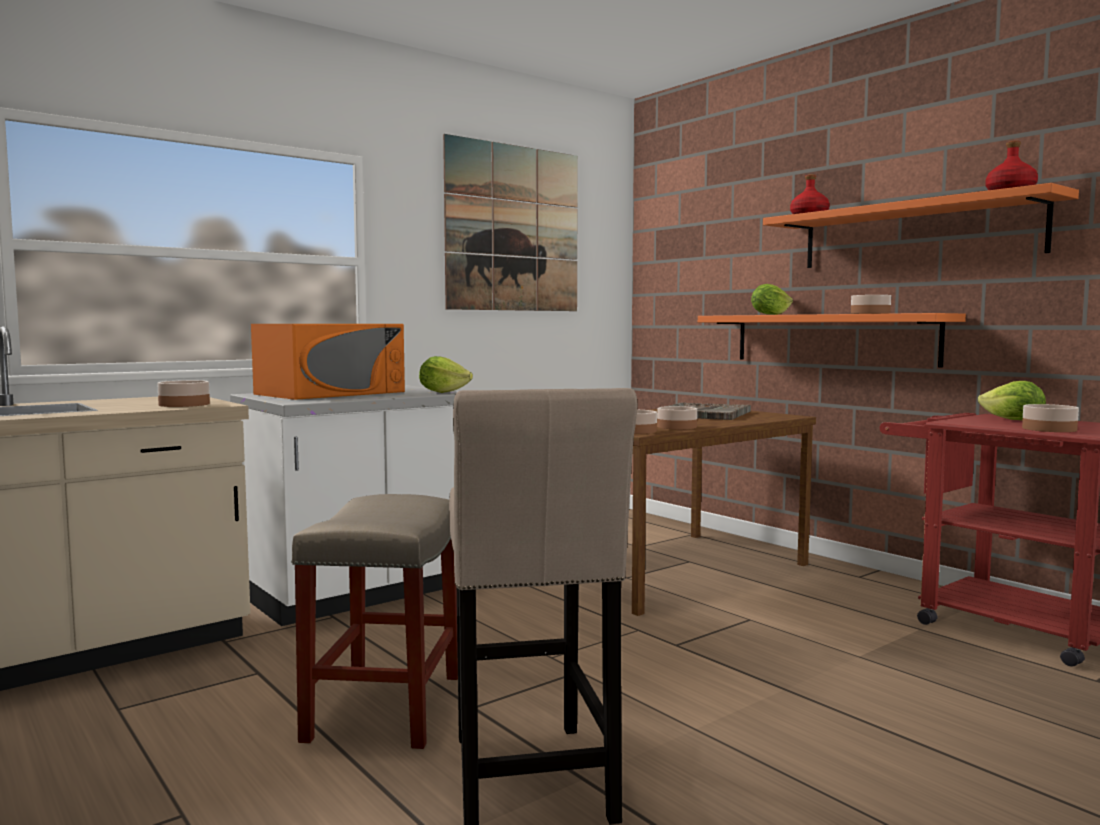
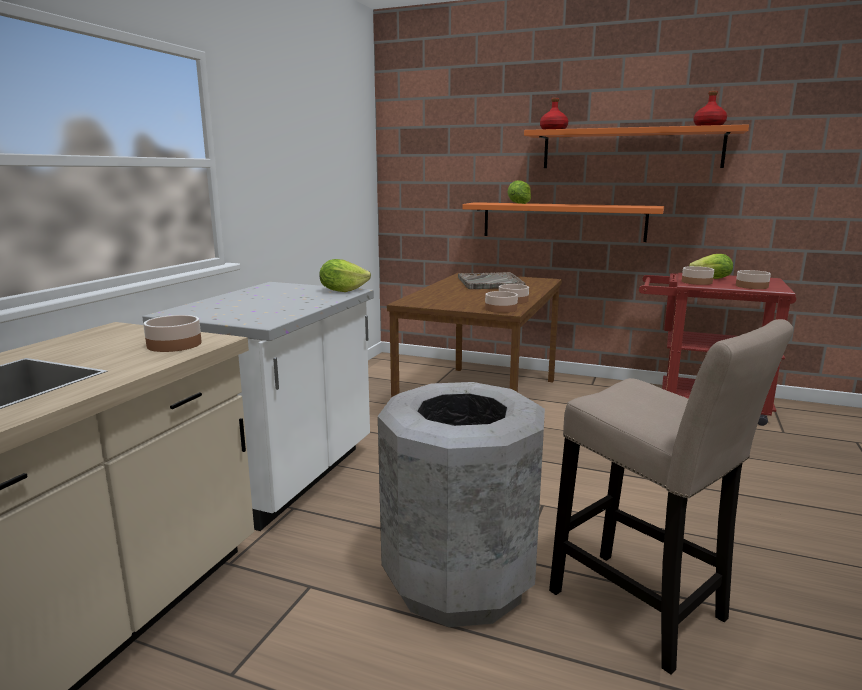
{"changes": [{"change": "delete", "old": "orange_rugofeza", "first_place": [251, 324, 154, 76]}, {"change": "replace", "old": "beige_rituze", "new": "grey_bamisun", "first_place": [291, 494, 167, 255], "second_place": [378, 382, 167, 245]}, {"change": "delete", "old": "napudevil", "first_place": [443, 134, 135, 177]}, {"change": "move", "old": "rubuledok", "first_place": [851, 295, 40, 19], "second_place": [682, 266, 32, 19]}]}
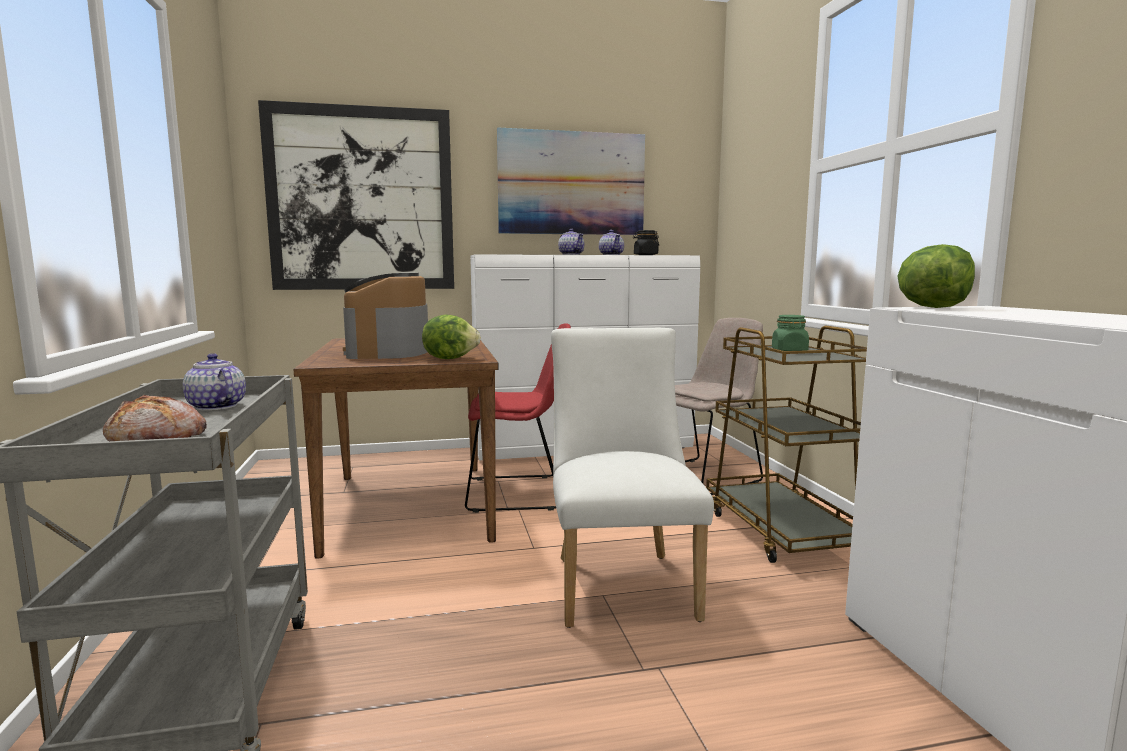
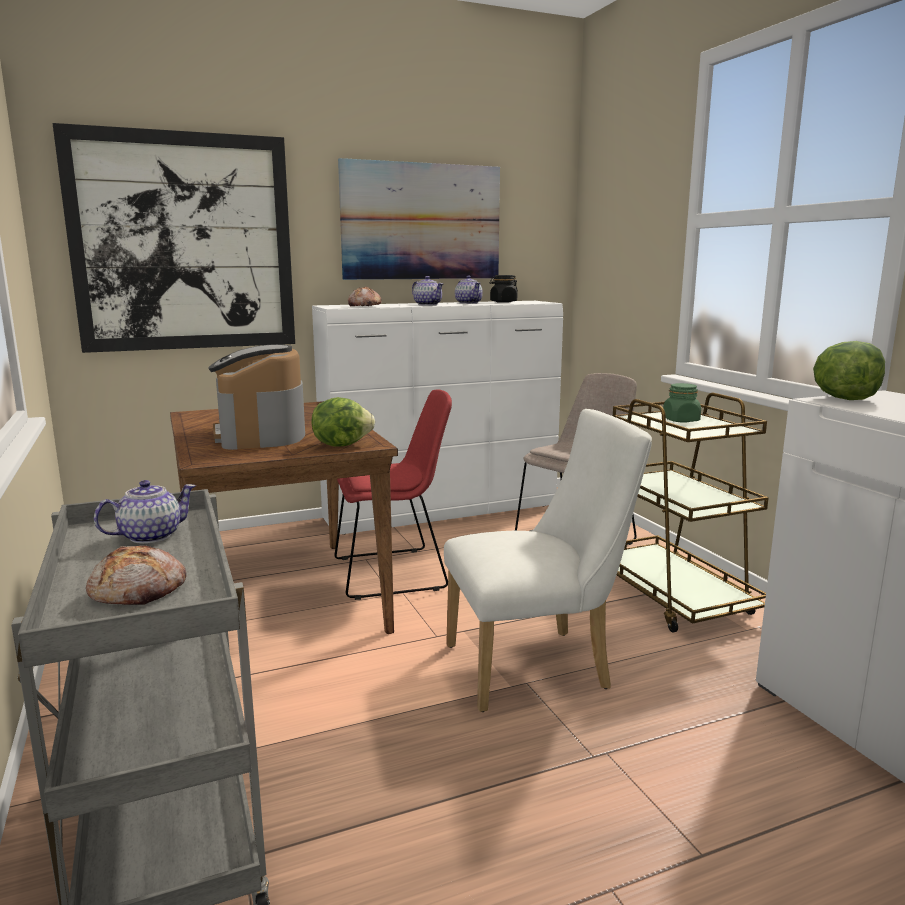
{"changes": [{"change": "rotate", "old": "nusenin", "first_place": [183, 353, 63, 58], "second_place": [94, 480, 102, 64], "degrees": 105}, {"change": "rotate", "old": "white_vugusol", "first_place": [551, 328, 163, 300], "second_place": [444, 409, 208, 303], "degrees": 90}, {"change": "insert", "new": "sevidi", "second_place": [348, 286, 34, 20]}]}
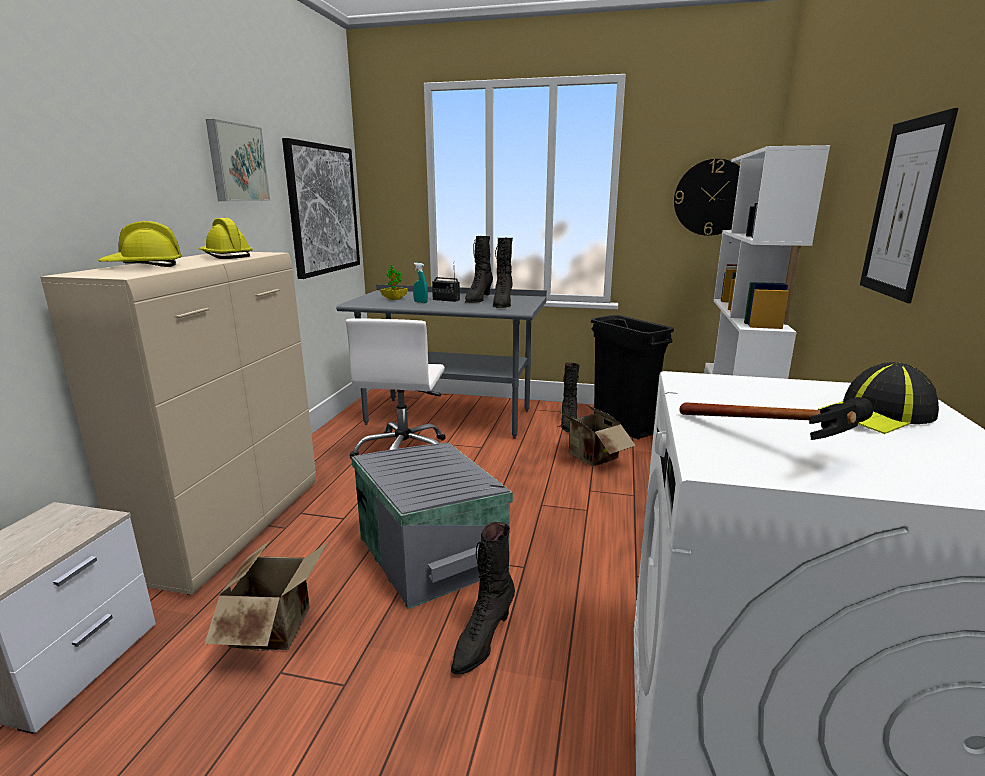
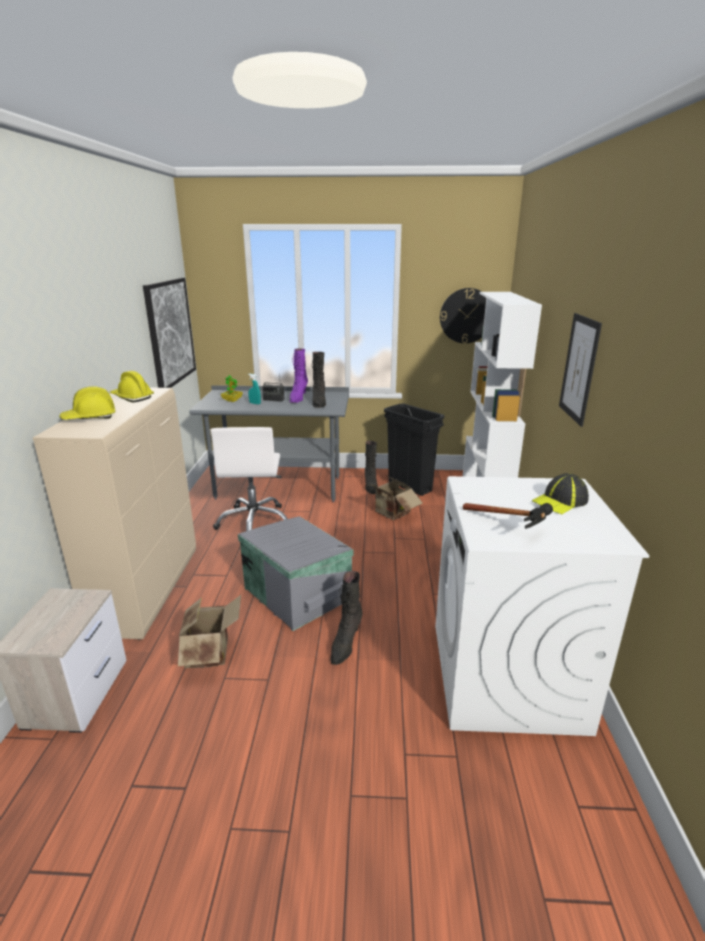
{"changes": [{"change": "delete", "old": "napudevil", "first_place": [206, 119, 64, 82]}, {"change": "recolor", "old": "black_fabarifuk", "new": "purple_fabarifuk", "first_place": [465, 236, 28, 67], "second_place": [290, 349, 18, 54]}]}
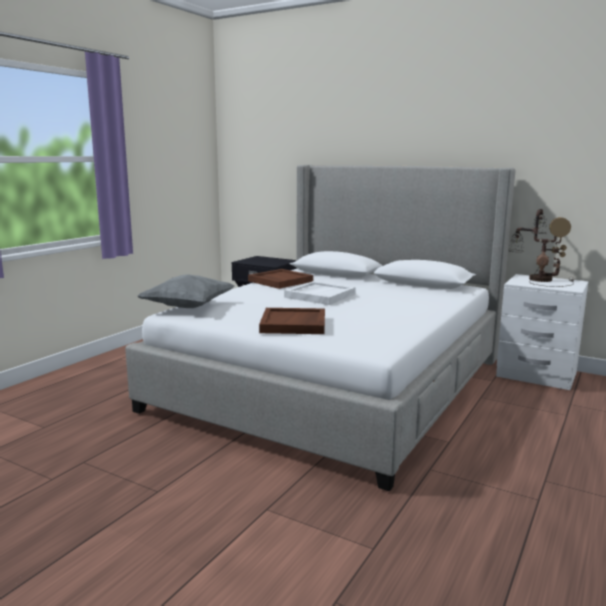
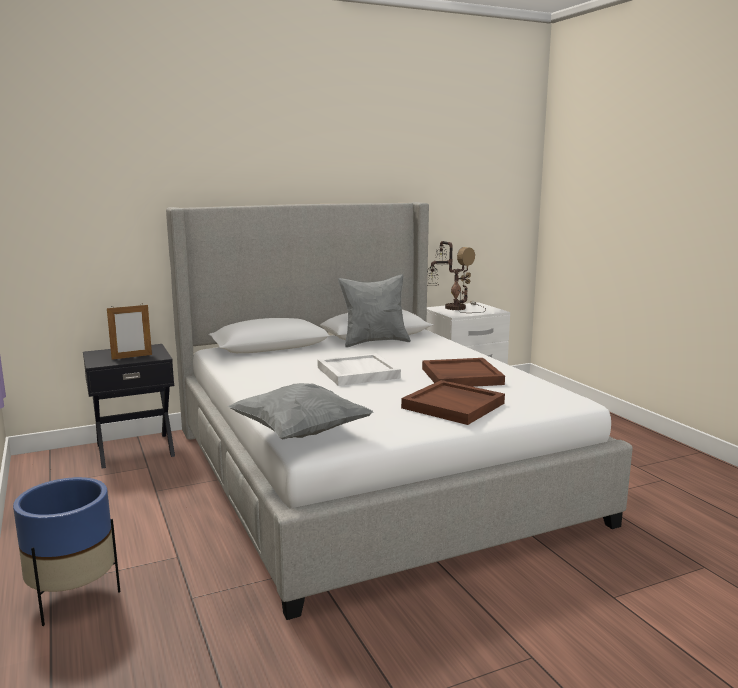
{"changes": [{"change": "move", "old": "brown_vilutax", "first_place": [248, 269, 65, 20], "second_place": [422, 358, 83, 29]}, {"change": "insert", "new": "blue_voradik", "second_place": [13, 477, 107, 149]}, {"change": "insert", "new": "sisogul", "second_place": [107, 303, 45, 57]}, {"change": "insert", "new": "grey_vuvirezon", "second_place": [338, 274, 73, 74]}]}
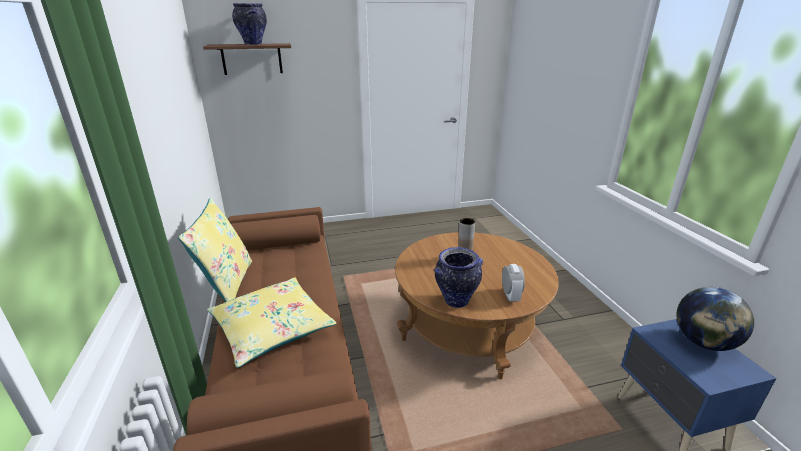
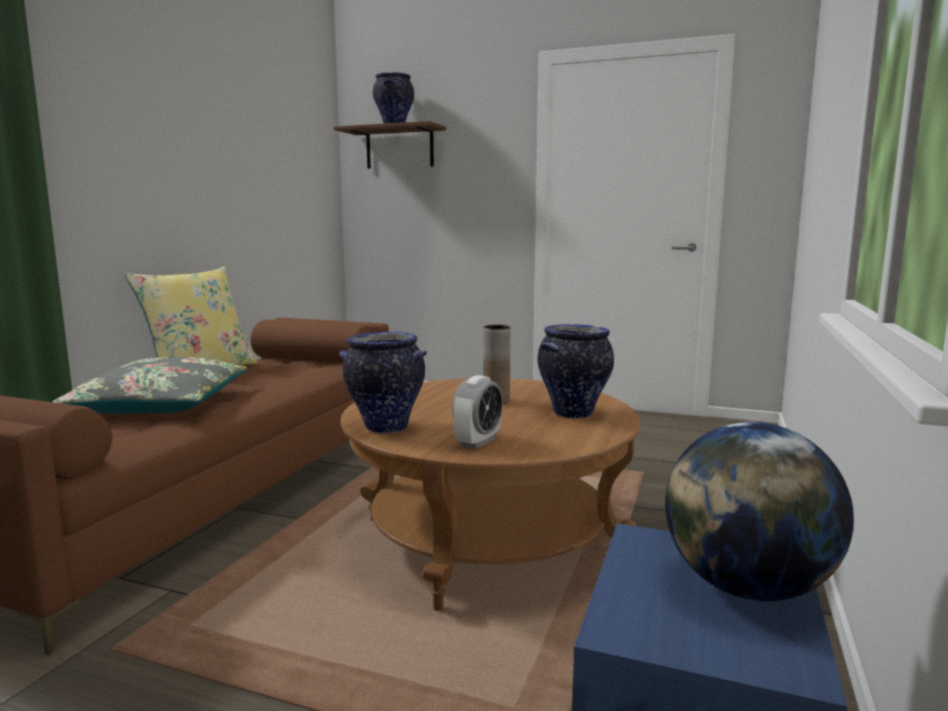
{"changes": [{"change": "recolor", "old": "yellow_vuvirezon", "new": "grey_vuvirezon", "first_place": [207, 277, 129, 91], "second_place": [53, 357, 194, 57]}, {"change": "insert", "new": "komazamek", "second_place": [538, 324, 76, 94]}]}
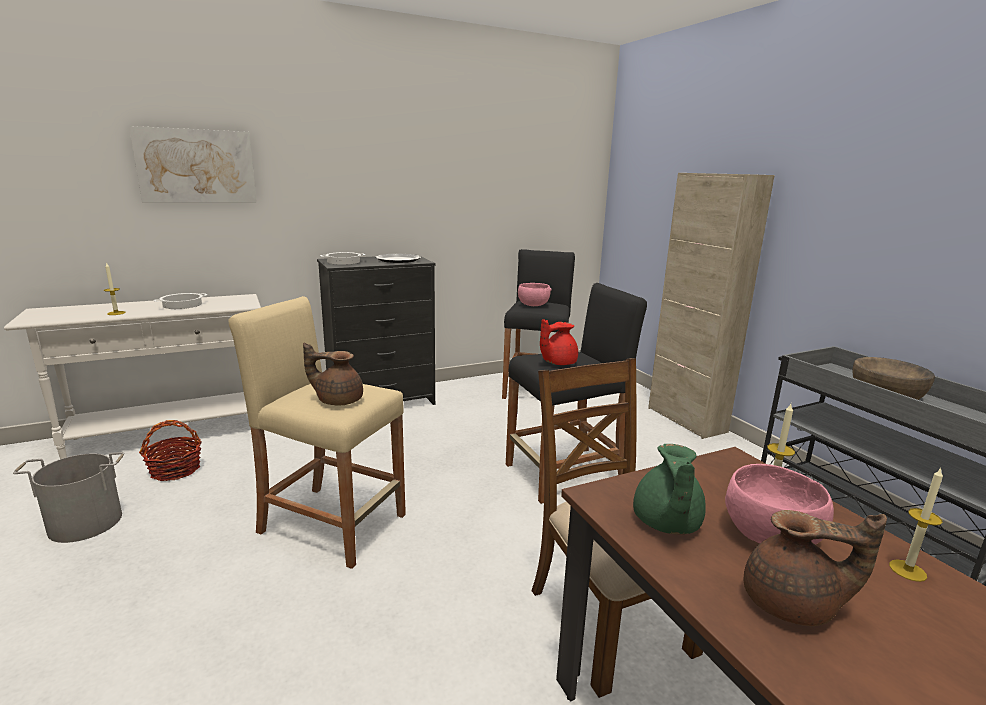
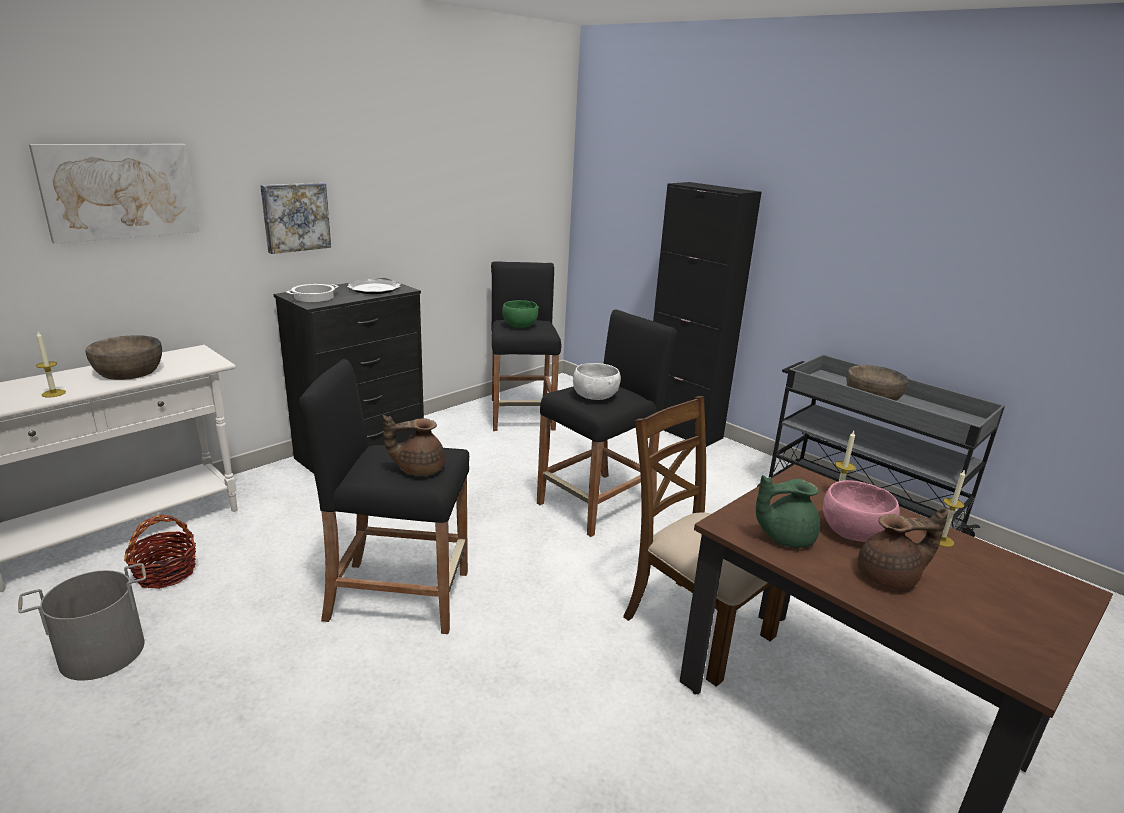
{"changes": [{"change": "replace", "old": "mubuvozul", "new": "brown_rubuledok", "first_place": [153, 293, 54, 16], "second_place": [85, 335, 77, 45]}, {"change": "recolor", "old": "beige_rituze", "new": "black_rituze", "first_place": [228, 296, 178, 273], "second_place": [299, 359, 170, 275]}, {"change": "recolor", "old": "pink_rubuledok", "new": "green_rubuledok", "first_place": [518, 283, 33, 23], "second_place": [502, 300, 37, 28]}, {"change": "replace", "old": "red_nusenin", "new": "white_rubuledok", "first_place": [540, 319, 38, 46], "second_place": [573, 363, 48, 37]}, {"change": "rotate", "old": "green_nusenin", "first_place": [633, 444, 73, 90], "second_place": [756, 475, 64, 73], "degrees": 90}, {"change": "recolor", "old": "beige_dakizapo", "new": "black_dakizapo", "first_place": [648, 173, 127, 266], "second_place": [653, 182, 109, 265]}, {"change": "insert", "new": "napudevil", "second_place": [260, 183, 71, 71]}]}
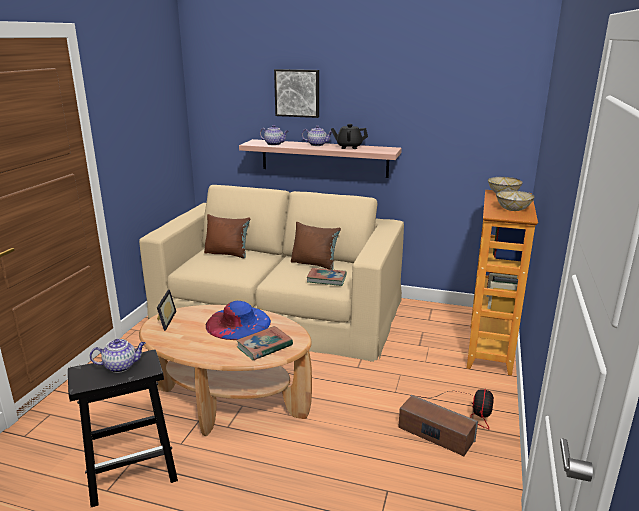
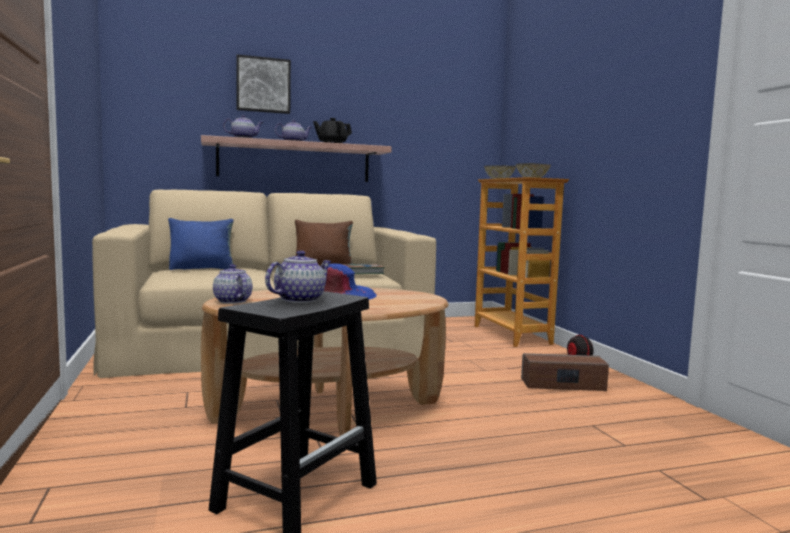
{"changes": [{"change": "replace", "old": "sisogul", "new": "nusenin", "first_place": [157, 290, 19, 41], "second_place": [213, 264, 40, 40]}, {"change": "recolor", "old": "brown_vuvirezon", "new": "blue_vuvirezon", "first_place": [204, 214, 47, 44], "second_place": [168, 218, 66, 52]}, {"change": "delete", "old": "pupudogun", "first_place": [236, 326, 57, 34]}]}
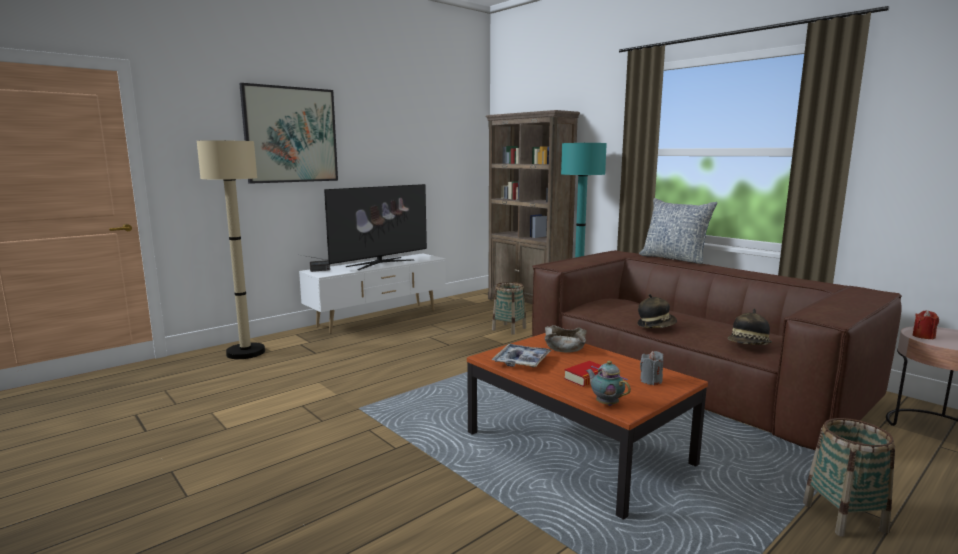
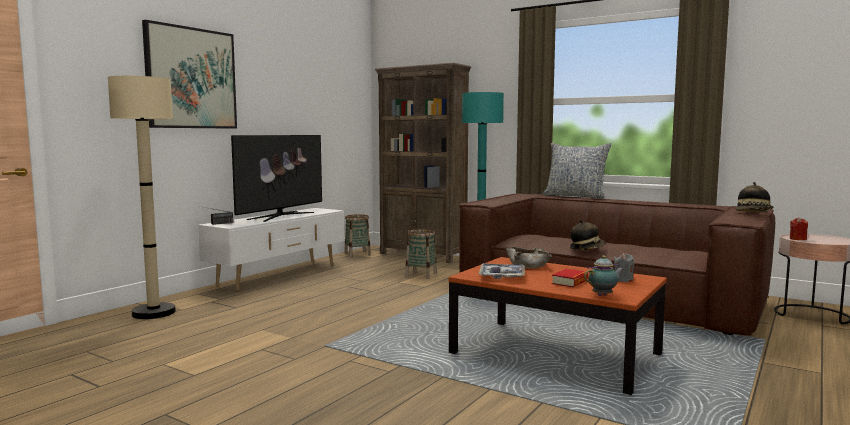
{"changes": [{"change": "rotate", "old": "nusenin", "first_place": [586, 361, 45, 45], "second_place": [584, 255, 40, 41], "degrees": 120}, {"change": "move", "old": "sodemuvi", "first_place": [728, 309, 44, 36], "second_place": [734, 182, 39, 30]}, {"change": "move", "old": "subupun", "first_place": [803, 418, 92, 119], "second_place": [344, 214, 27, 43]}]}
